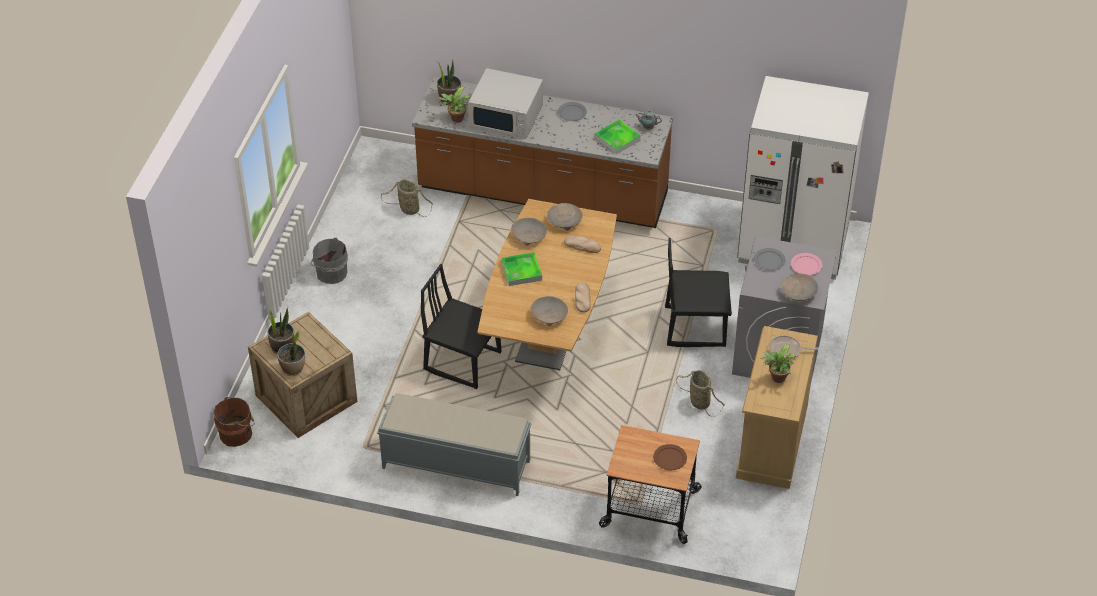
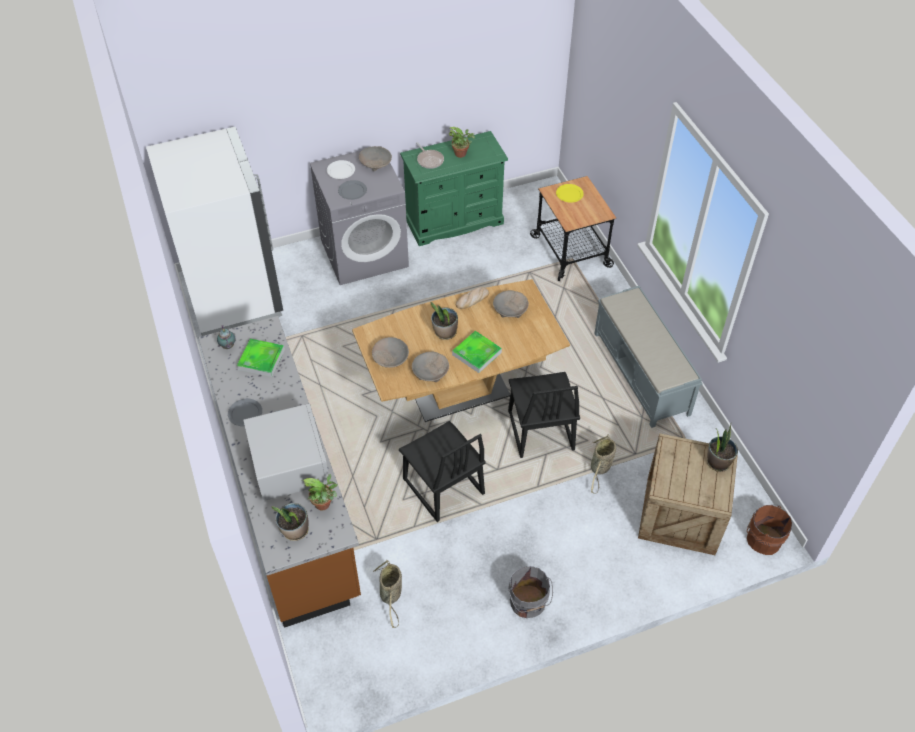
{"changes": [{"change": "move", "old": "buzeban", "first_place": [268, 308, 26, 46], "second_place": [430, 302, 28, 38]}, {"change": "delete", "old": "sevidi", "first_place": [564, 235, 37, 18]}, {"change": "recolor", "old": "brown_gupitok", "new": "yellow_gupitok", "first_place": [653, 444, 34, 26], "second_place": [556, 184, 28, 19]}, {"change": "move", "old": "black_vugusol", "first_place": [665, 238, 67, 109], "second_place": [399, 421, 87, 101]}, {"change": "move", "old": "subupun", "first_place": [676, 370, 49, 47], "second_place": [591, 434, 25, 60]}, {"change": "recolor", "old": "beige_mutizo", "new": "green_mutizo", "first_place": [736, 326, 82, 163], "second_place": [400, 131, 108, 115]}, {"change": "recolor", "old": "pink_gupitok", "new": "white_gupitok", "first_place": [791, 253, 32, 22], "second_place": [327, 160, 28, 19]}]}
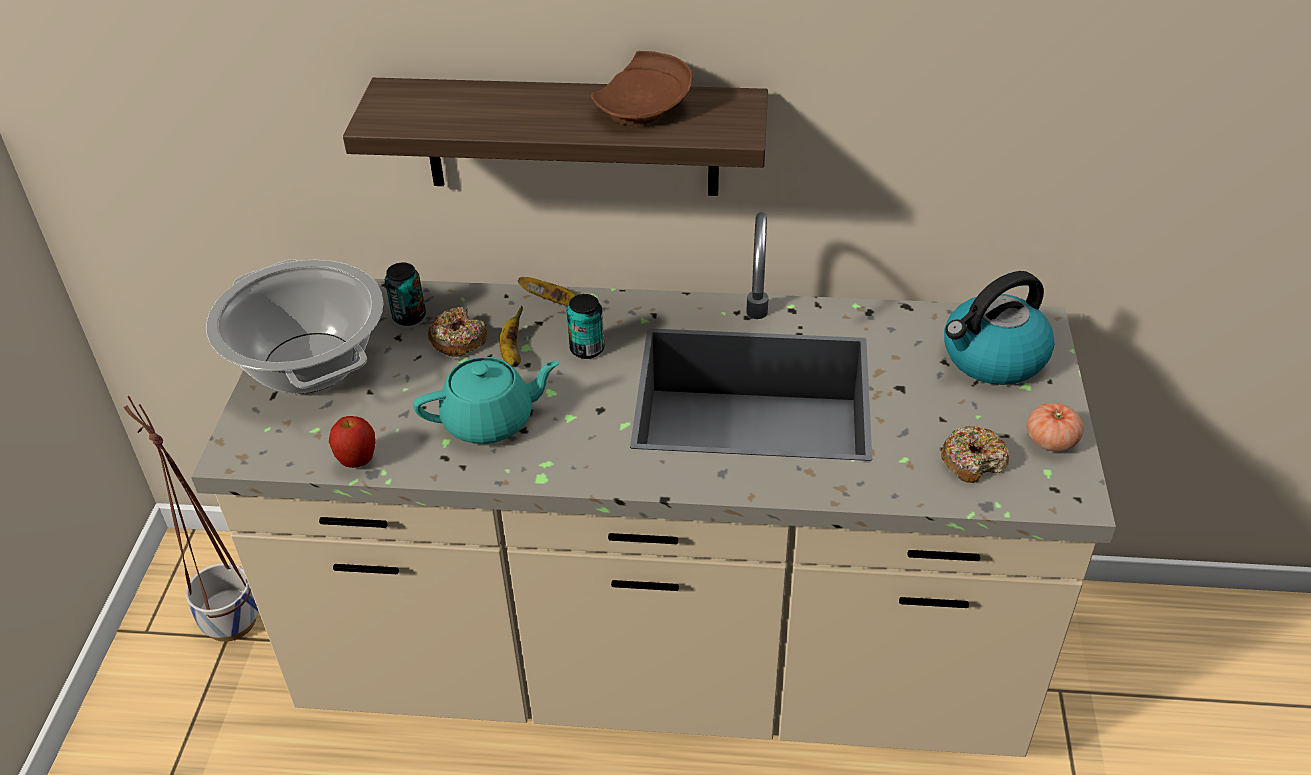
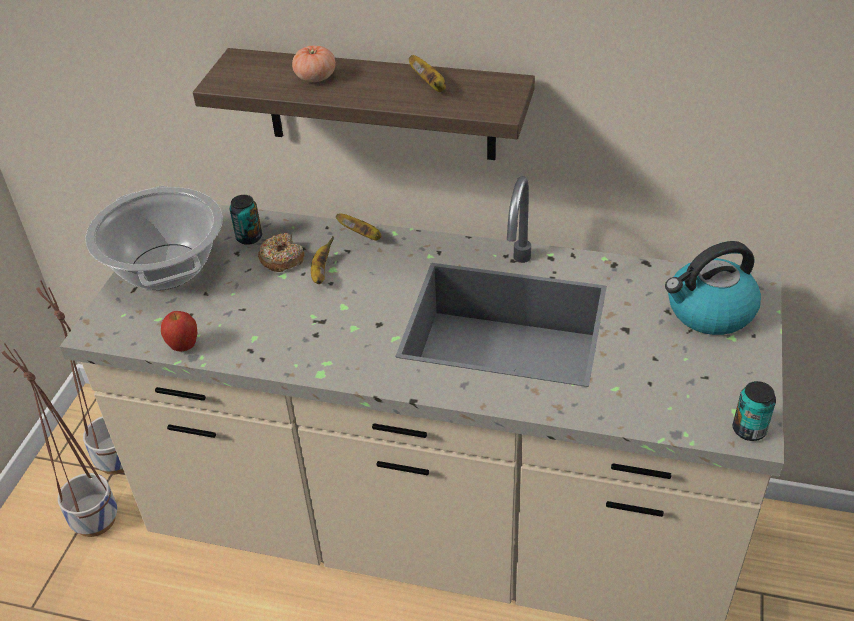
{"changes": [{"change": "delete", "old": "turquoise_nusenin", "first_place": [413, 357, 147, 87]}, {"change": "move", "old": "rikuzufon", "first_place": [567, 294, 38, 65], "second_place": [733, 381, 43, 60]}, {"change": "replace", "old": "brown_gupitok", "new": "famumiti", "first_place": [591, 51, 101, 75], "second_place": [409, 55, 37, 37]}, {"change": "delete", "old": "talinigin", "first_place": [941, 425, 68, 58]}, {"change": "move", "old": "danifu", "first_place": [1027, 403, 57, 49], "second_place": [292, 45, 44, 37]}, {"change": "insert", "new": "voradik", "second_place": [2, 343, 115, 194]}]}
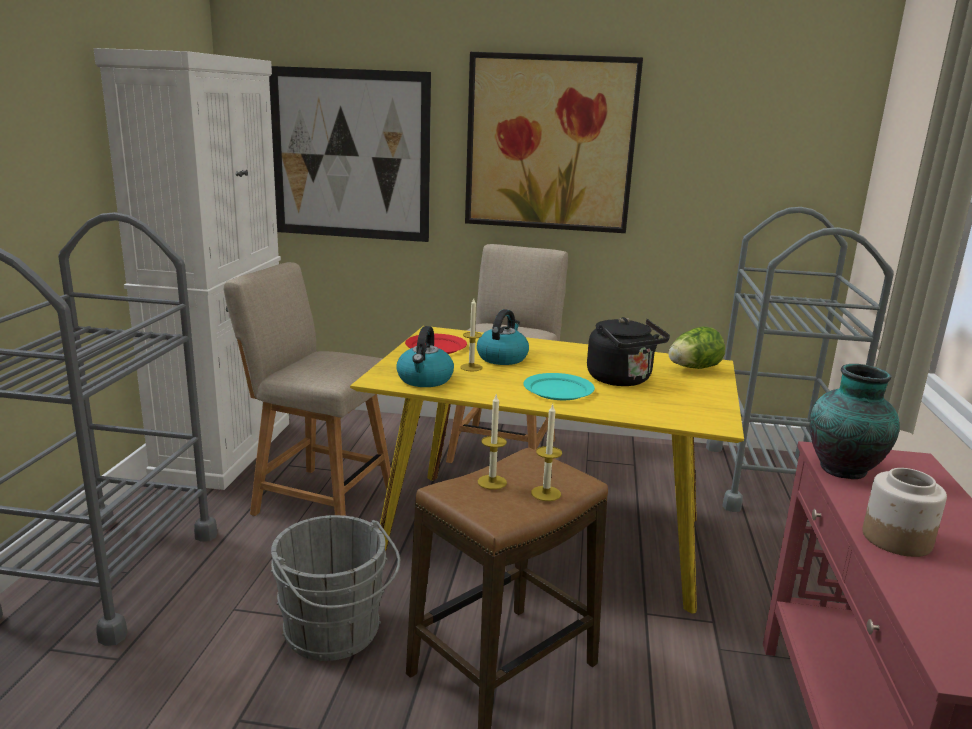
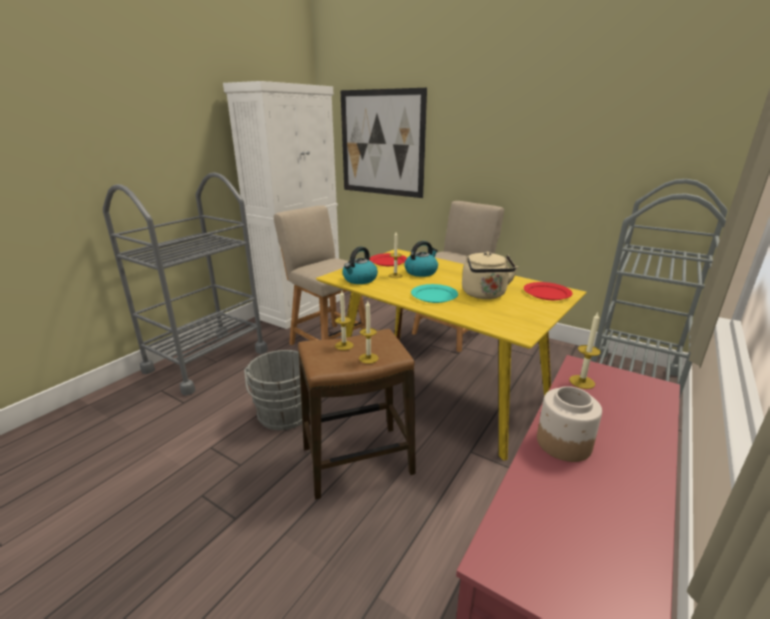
{"changes": [{"change": "delete", "old": "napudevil", "first_place": [465, 52, 178, 181]}, {"change": "recolor", "old": "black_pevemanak", "new": "beige_pevemanak", "first_place": [587, 317, 83, 69], "second_place": [462, 251, 56, 48]}, {"change": "replace", "old": "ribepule", "new": "red_gupitok", "first_place": [668, 326, 57, 43], "second_place": [524, 282, 49, 18]}, {"change": "replace", "old": "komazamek", "new": "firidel", "first_place": [810, 364, 90, 115], "second_place": [569, 313, 32, 76]}]}
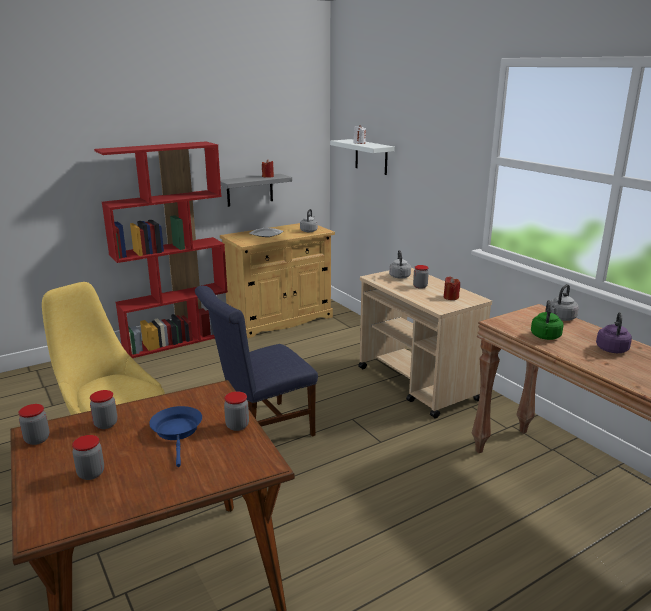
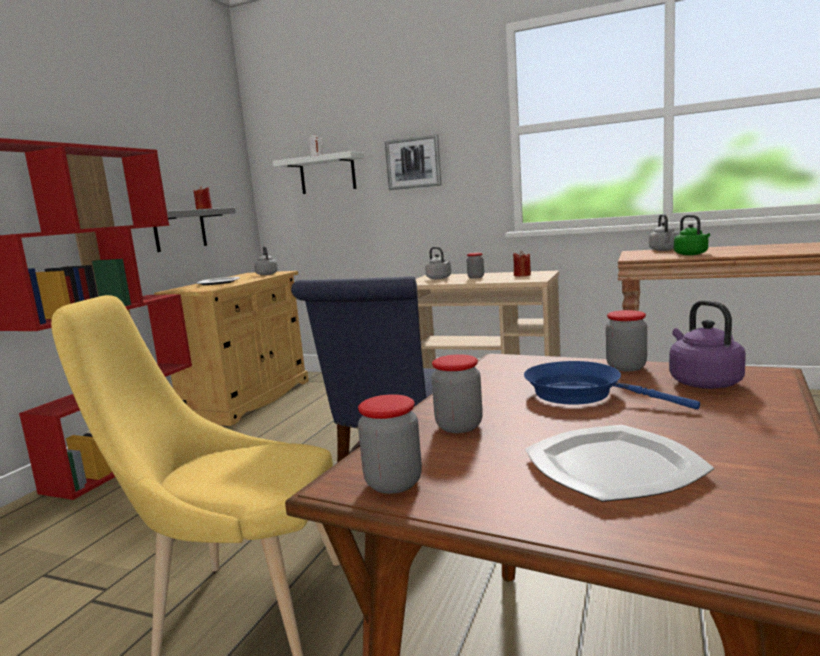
{"changes": [{"change": "replace", "old": "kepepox", "new": "gupitok", "first_place": [72, 435, 32, 45], "second_place": [525, 425, 189, 77]}, {"change": "move", "old": "purple_pevemanak", "first_place": [596, 312, 36, 41], "second_place": [669, 300, 77, 89]}, {"change": "insert", "new": "napudevil", "second_place": [385, 134, 57, 56]}]}
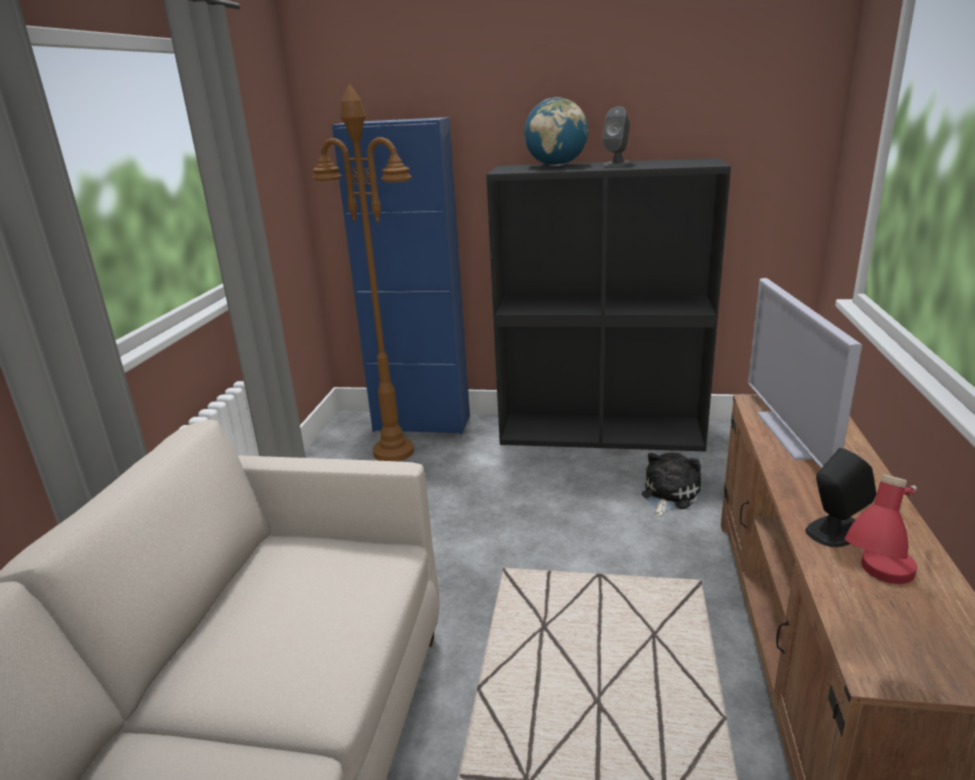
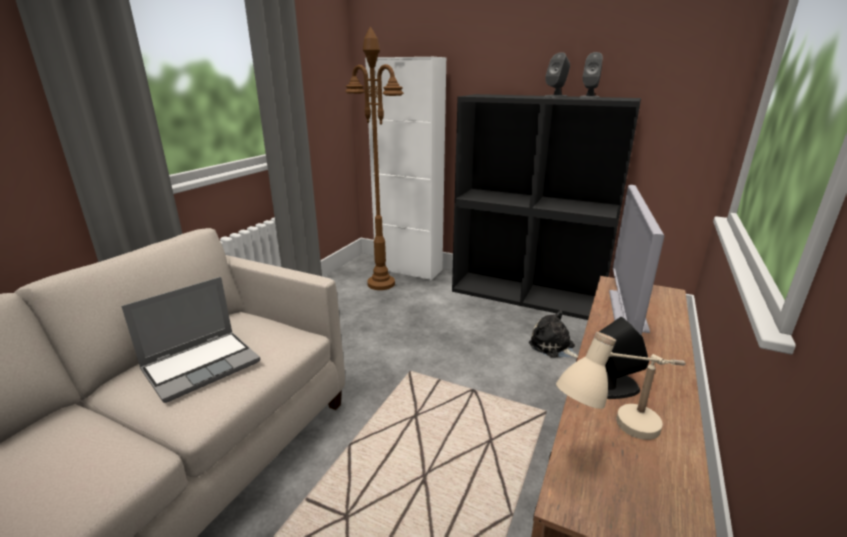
{"changes": [{"change": "recolor", "old": "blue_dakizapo", "new": "white_dakizapo", "first_place": [332, 117, 138, 317], "second_place": [365, 57, 81, 224]}, {"change": "delete", "old": "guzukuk", "first_place": [524, 97, 64, 69]}, {"change": "rotate", "old": "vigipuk", "first_place": [642, 452, 59, 64], "second_place": [529, 310, 49, 49], "degrees": -90}, {"change": "recolor", "old": "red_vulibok", "new": "beige_vulibok", "first_place": [845, 474, 72, 110], "second_place": [556, 332, 130, 108]}, {"change": "insert", "new": "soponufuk", "second_place": [121, 277, 139, 126]}, {"change": "insert", "new": "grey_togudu", "second_place": [579, 52, 24, 47]}]}
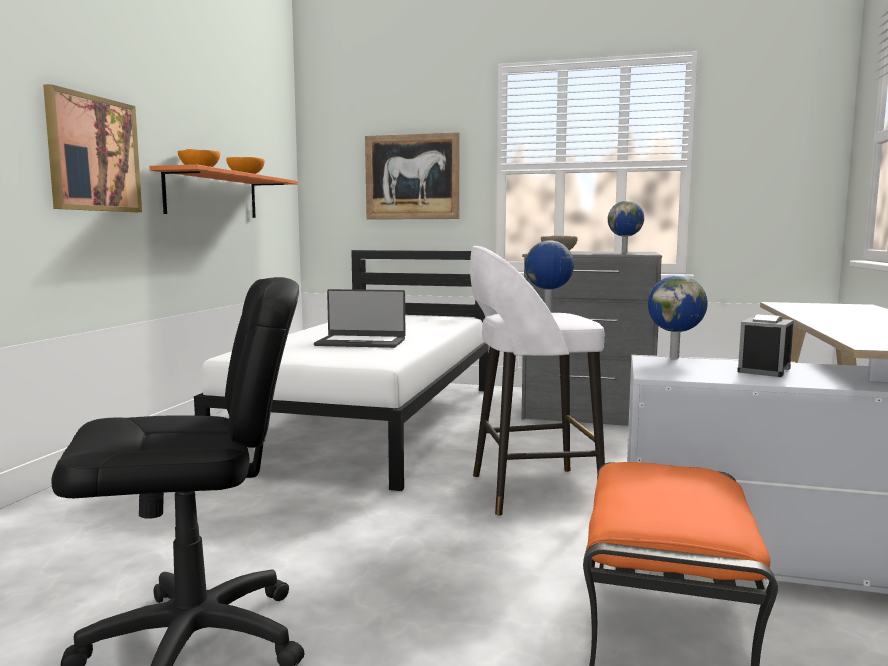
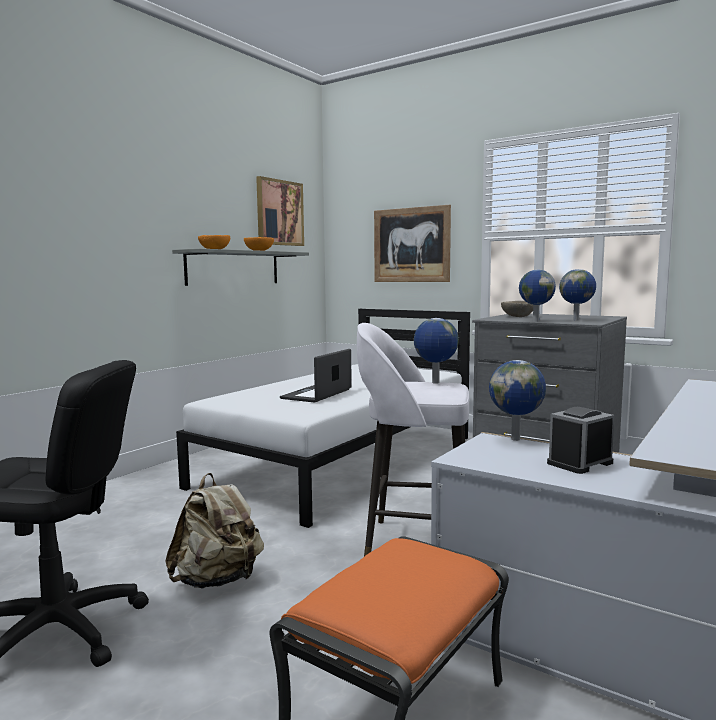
{"changes": [{"change": "move", "old": "napudevil", "first_place": [43, 84, 99, 128], "second_place": [256, 176, 48, 70]}, {"change": "recolor", "old": "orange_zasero", "new": "grey_zasero", "first_place": [149, 164, 149, 54], "second_place": [172, 249, 137, 37]}, {"change": "rotate", "old": "soponufuk", "first_place": [314, 289, 91, 59], "second_place": [280, 349, 72, 54], "degrees": 90}, {"change": "insert", "new": "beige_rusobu", "second_place": [165, 473, 99, 116]}, {"change": "insert", "new": "guzukuk", "second_place": [519, 270, 37, 52]}]}
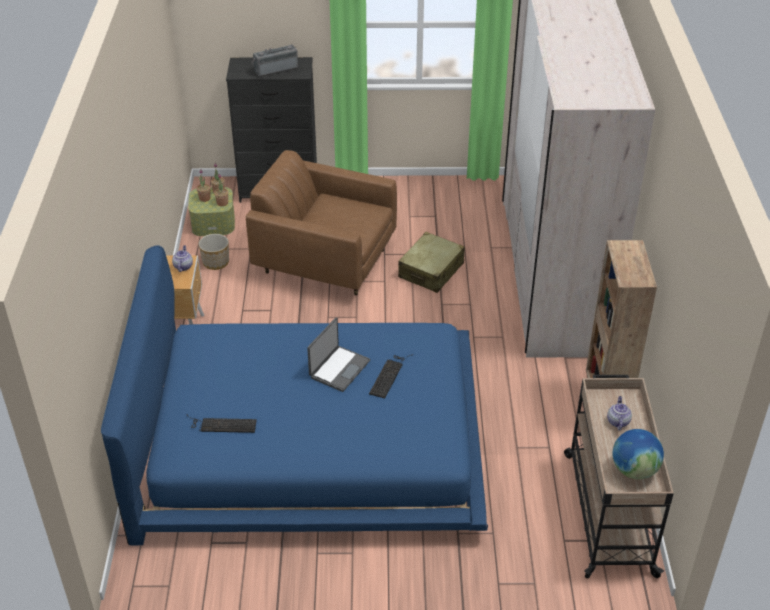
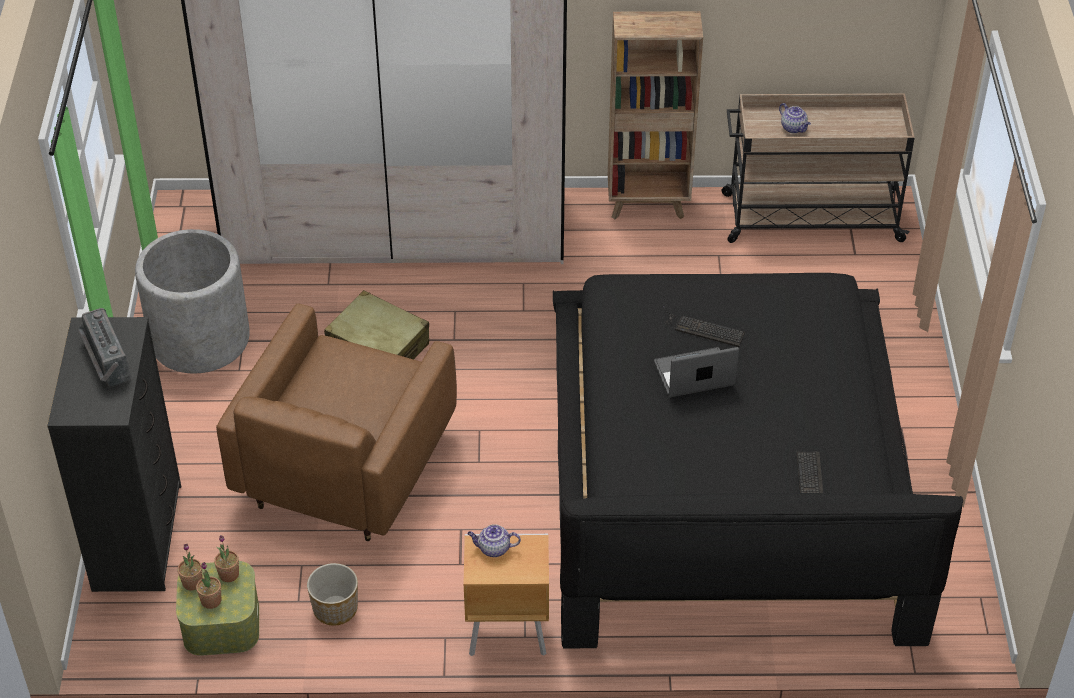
{"changes": [{"change": "recolor", "old": "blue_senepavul", "new": "black_senepavul", "first_place": [101, 245, 387, 300], "second_place": [553, 273, 410, 375]}, {"change": "rotate", "old": "soponufuk", "first_place": [307, 318, 63, 74], "second_place": [654, 347, 85, 51], "degrees": -45}, {"change": "rotate", "old": "nusenin", "first_place": [607, 396, 25, 34], "second_place": [779, 103, 32, 30], "degrees": -135}, {"change": "delete", "old": "guzukuk", "first_place": [613, 429, 51, 50]}, {"change": "insert", "new": "grey_voradik", "second_place": [135, 229, 115, 144]}]}
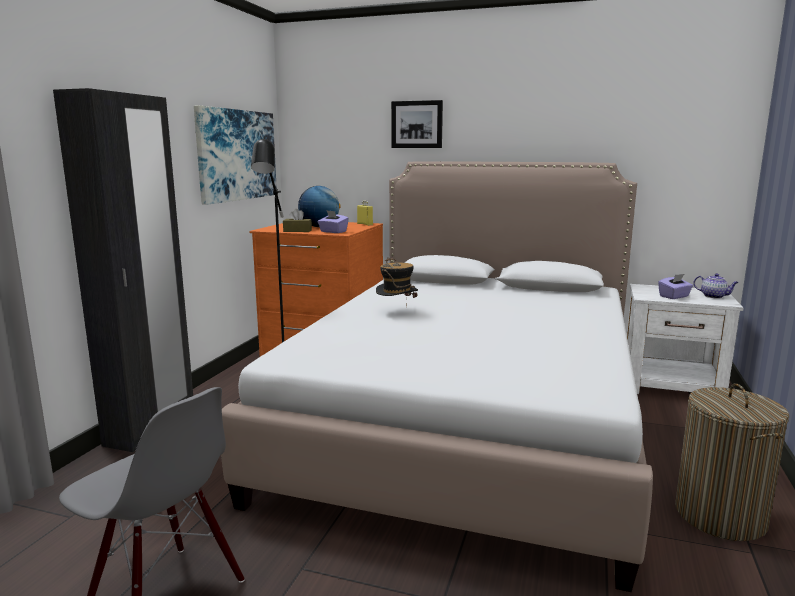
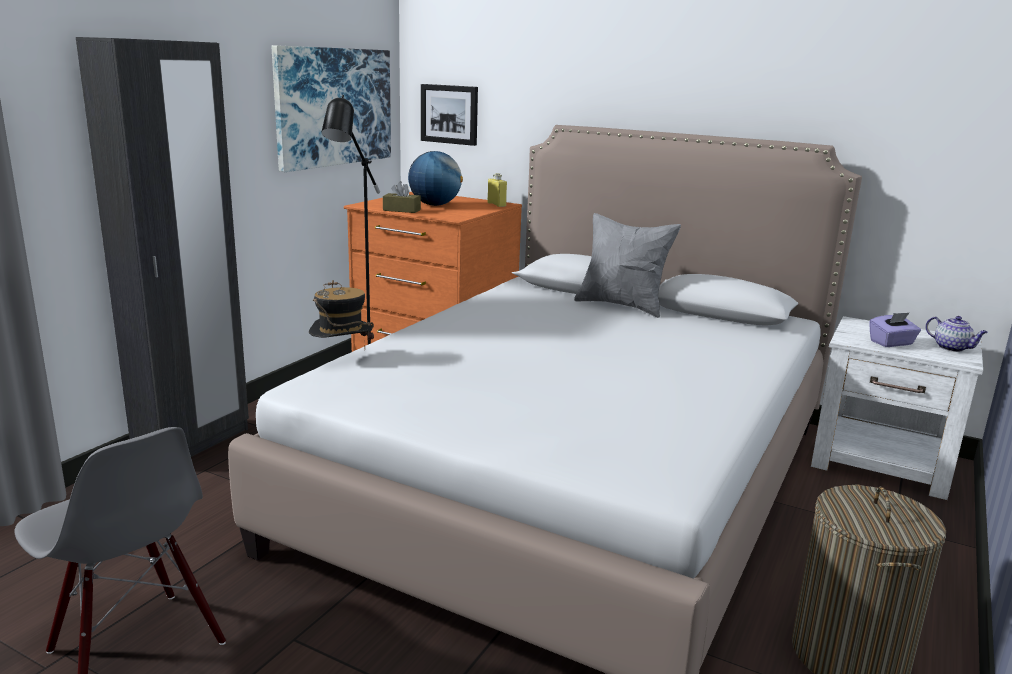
{"changes": [{"change": "delete", "old": "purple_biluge", "first_place": [318, 210, 31, 23]}, {"change": "move", "old": "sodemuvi", "first_place": [376, 257, 42, 50], "second_place": [309, 280, 65, 69]}, {"change": "move", "old": "napudevil", "first_place": [391, 100, 52, 48], "second_place": [421, 84, 57, 62]}, {"change": "insert", "new": "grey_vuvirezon", "second_place": [574, 213, 107, 105]}]}
